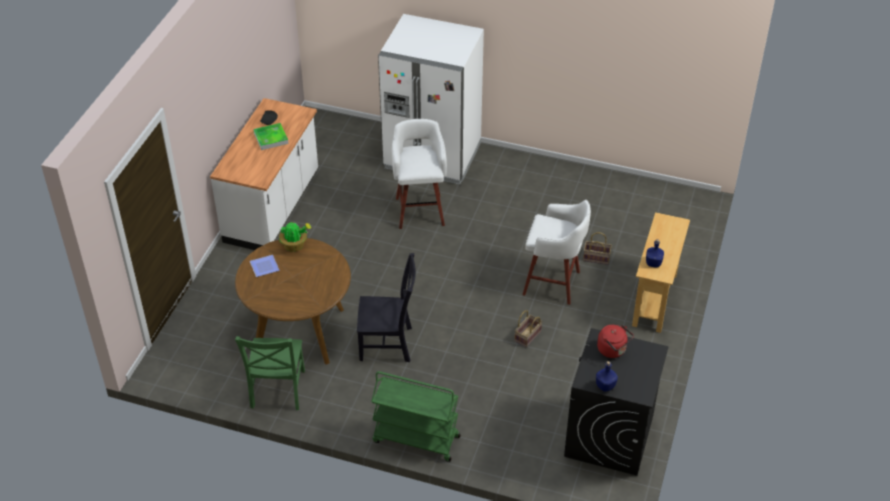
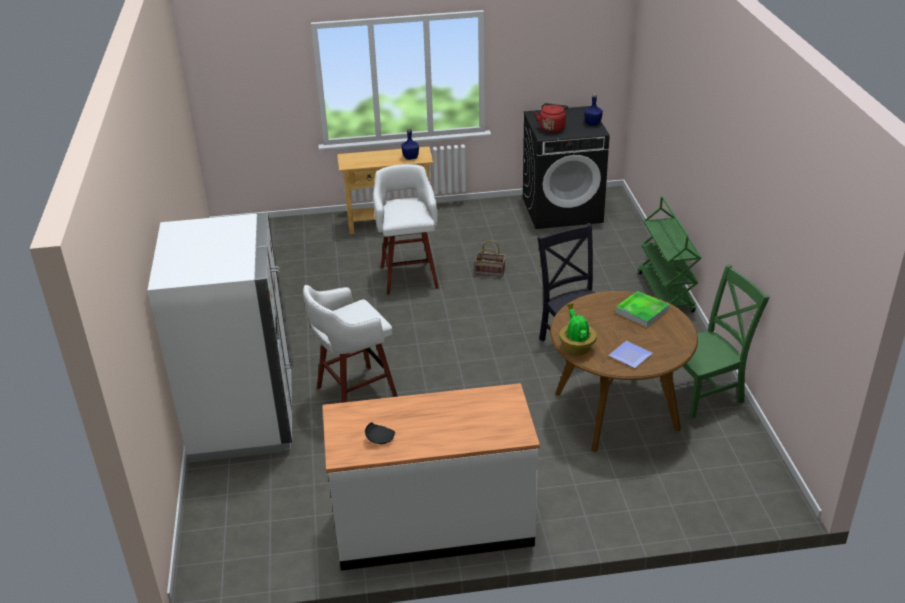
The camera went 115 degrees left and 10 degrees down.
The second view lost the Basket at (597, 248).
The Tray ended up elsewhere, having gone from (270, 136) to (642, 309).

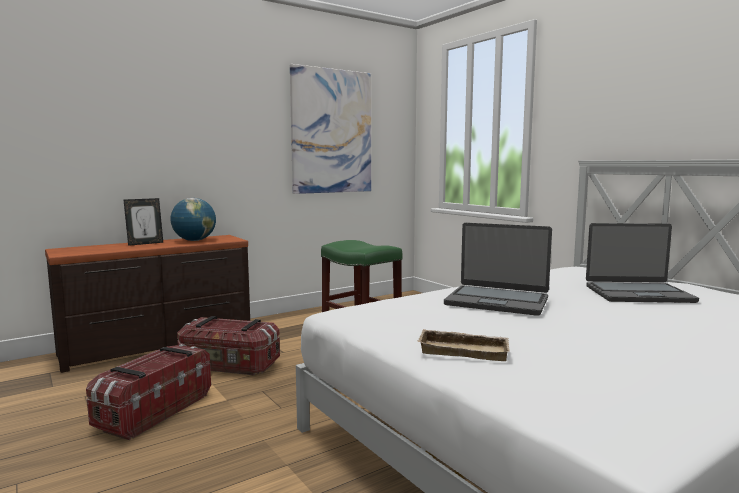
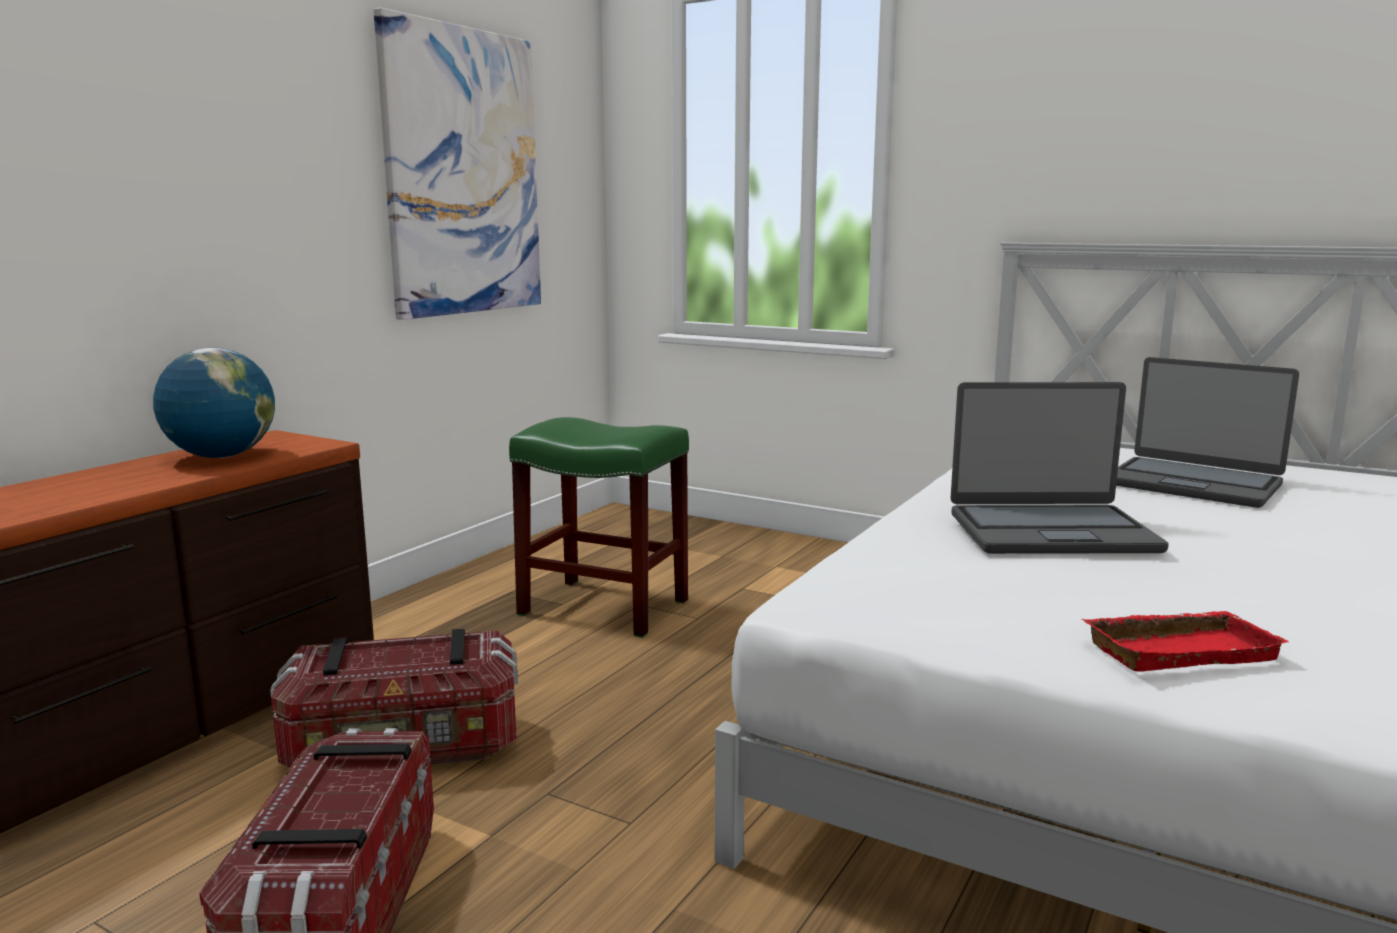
The camera went 25 degrees left and 5 degrees up.
The second view lost the PictureFrame at (143, 222).
What was the BeigeTray at (463, 345) turned into the RedTray at (1185, 641).
The Laptop at (642, 263) ended up facing another way, 60 degrees clockwise from before.

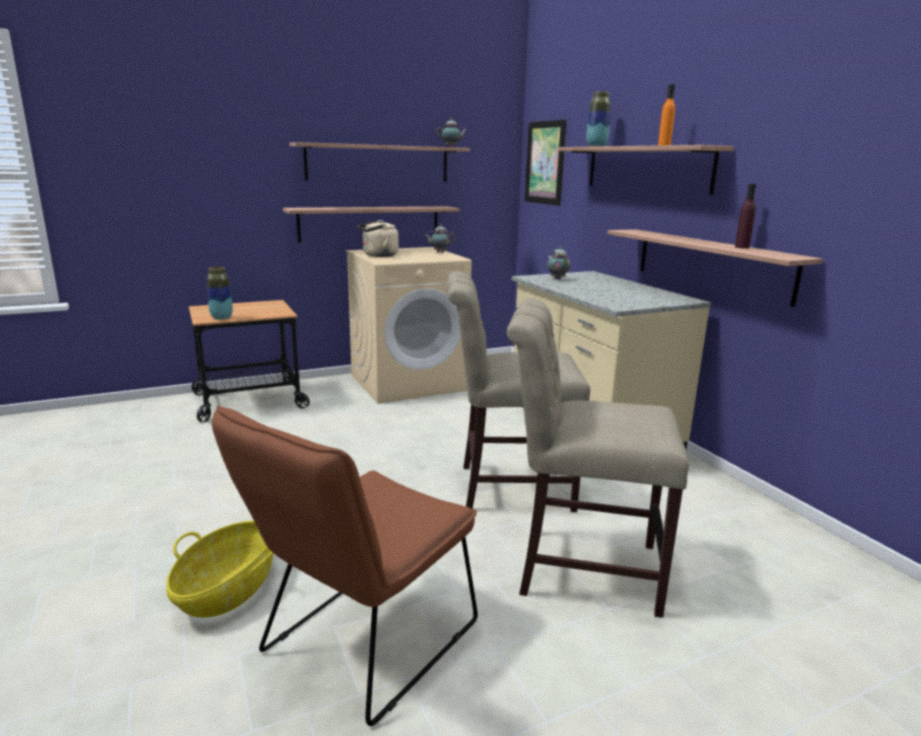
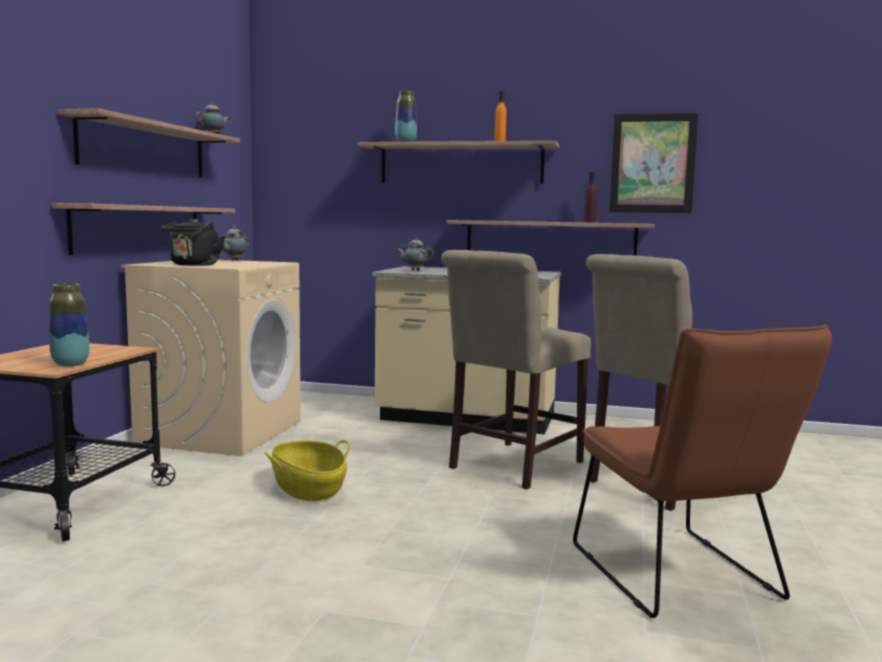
The camera went 50 degrees left and 10 degrees down.
The Basket ended up elsewhere, having gone from (220, 569) to (307, 470).
The Picture ended up elsewhere, having gone from (546, 162) to (654, 163).
What was the BeigeKettle at (378, 238) turned into the BlackKettle at (192, 242).

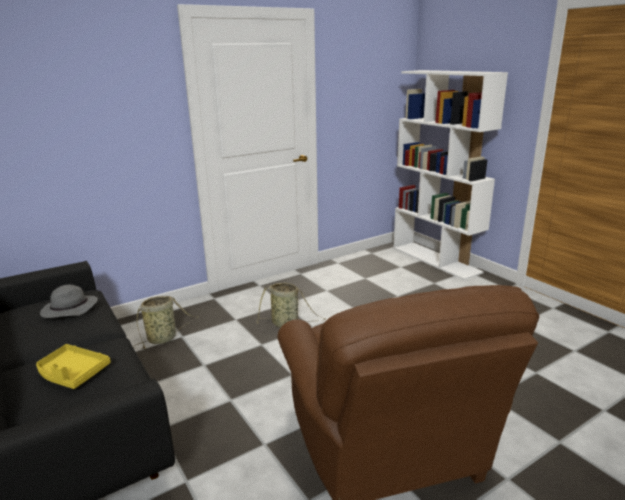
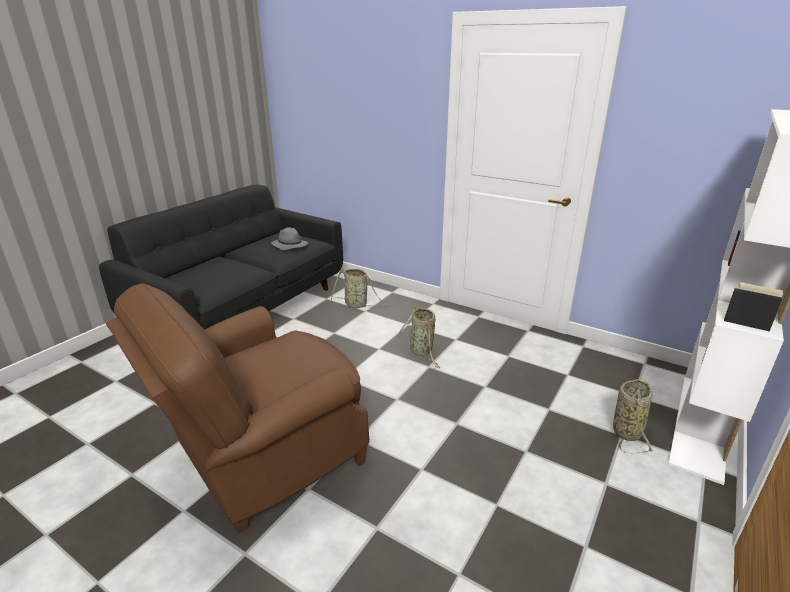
The camera went 65 degrees right and 5 degrees up.
The second view lost the YellowTray at (73, 366).
The second view gained the Basket at (633, 416).

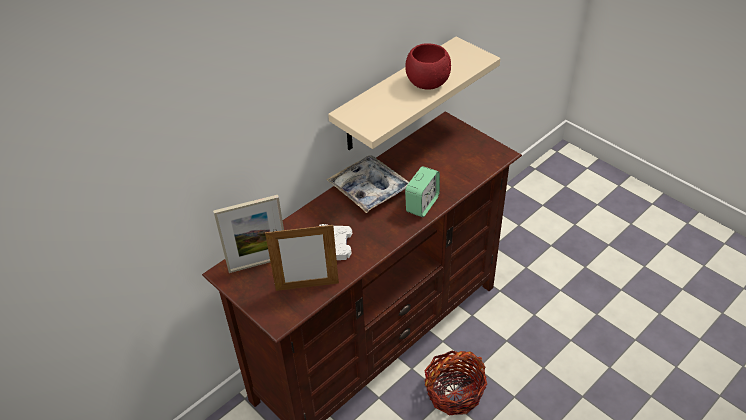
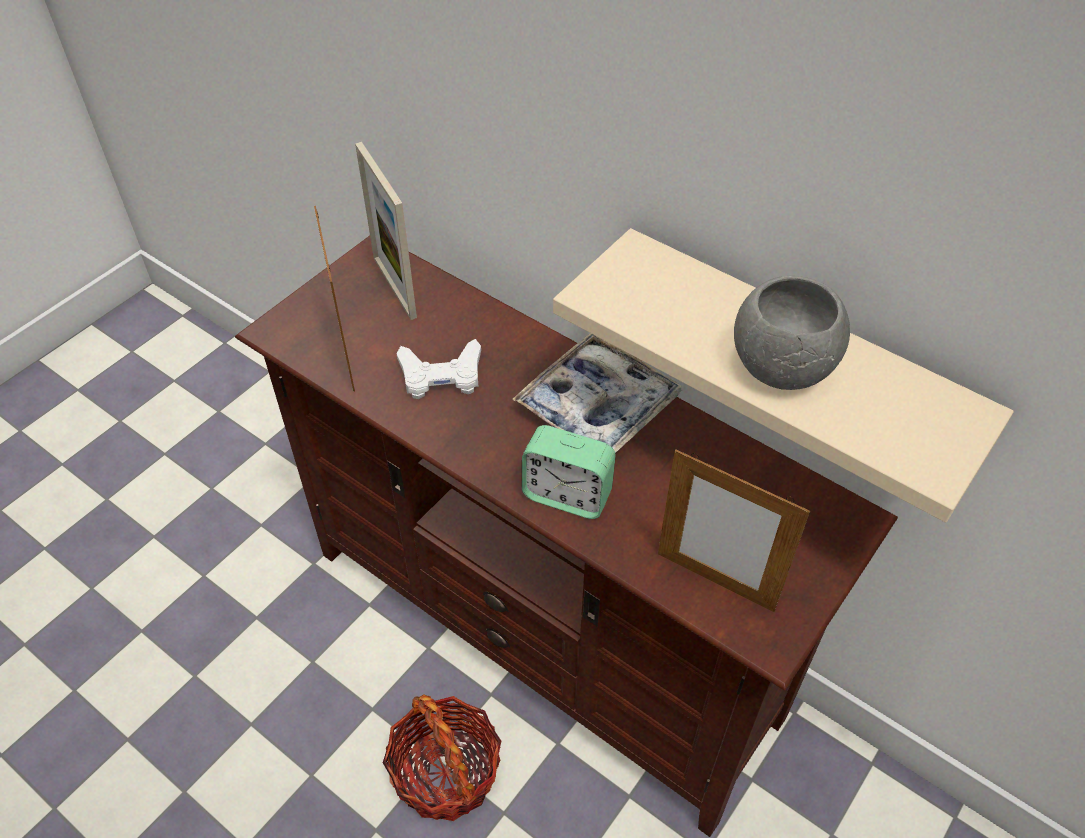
The camera went 80 degrees right and 5 degrees up.
The second view gained the PictureFrame at (734, 531).
What was the RedBowl at (428, 66) turned into the GreyBowl at (792, 333).

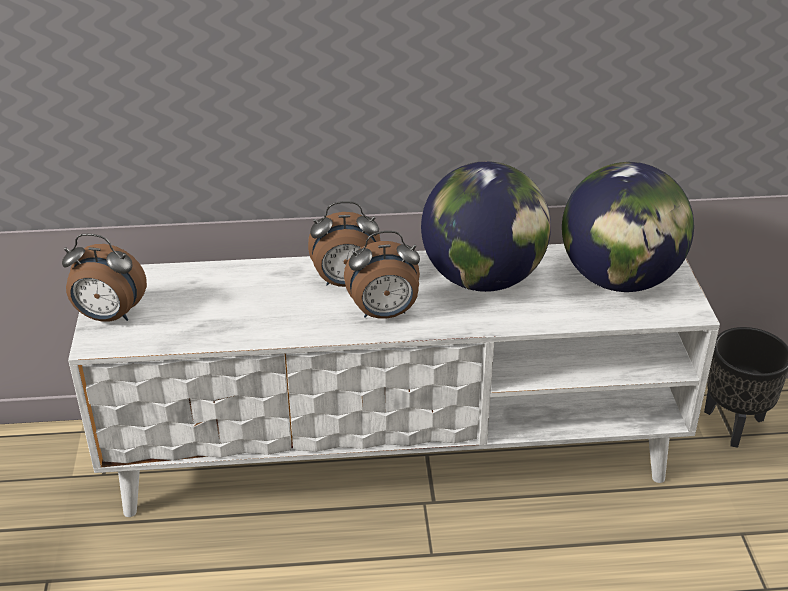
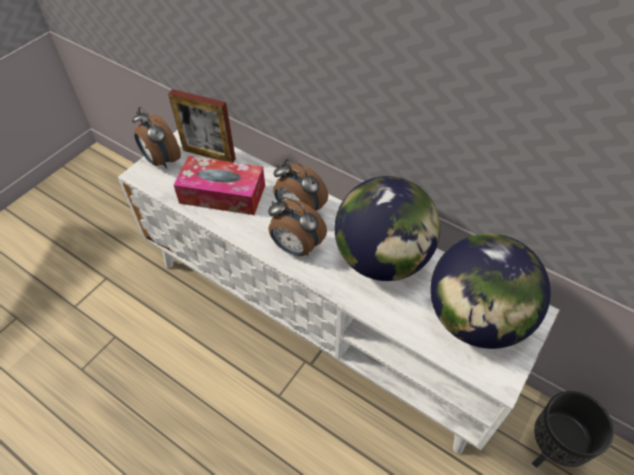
The camera went 40 degrees right and 15 degrees up.
The second view gained the PictureFrame at (202, 125).
The second view gained the TissueBox at (219, 185).

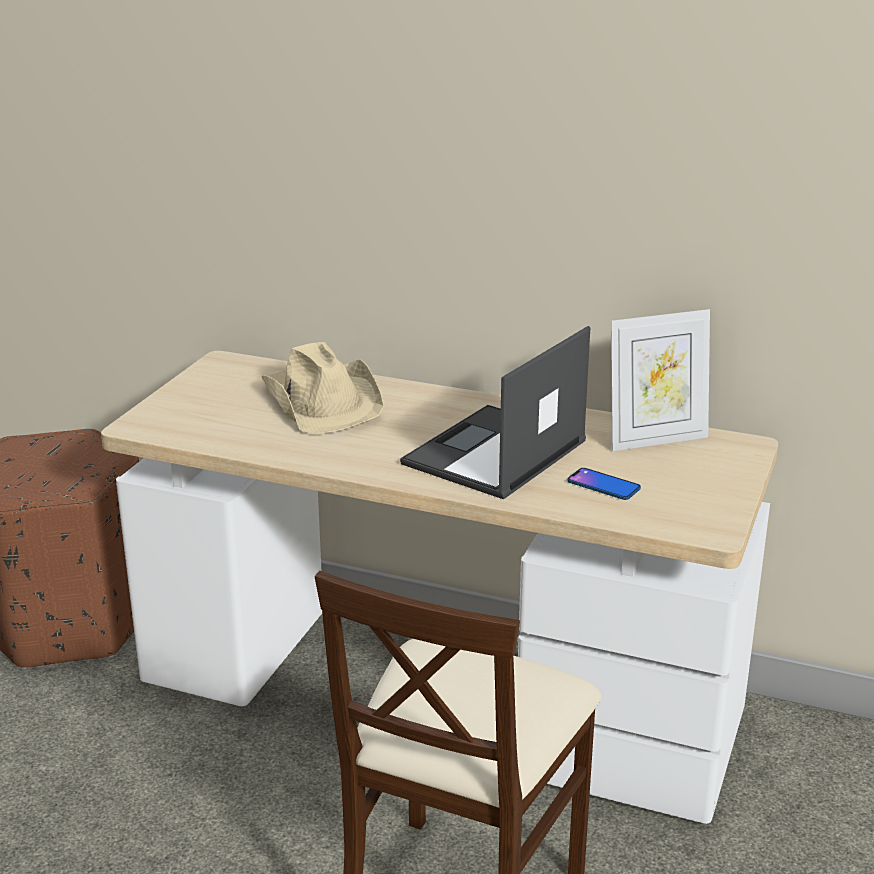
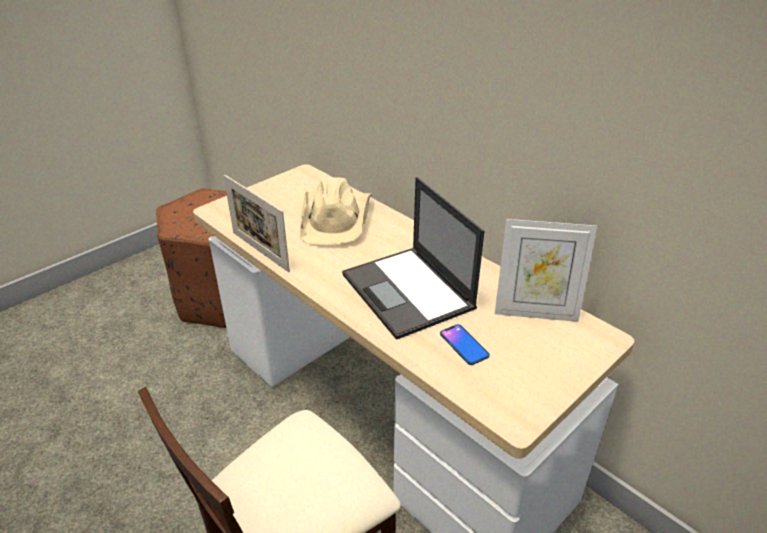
The camera went 25 degrees right and 10 degrees up.
The second view gained the PictureFrame at (257, 223).
The Laptop at (495, 412) ended up facing another way, 90 degrees counterclockwise from before.

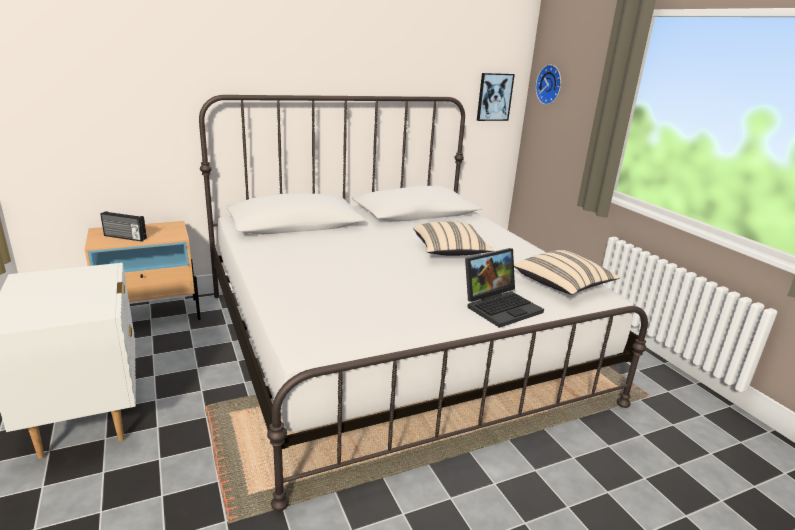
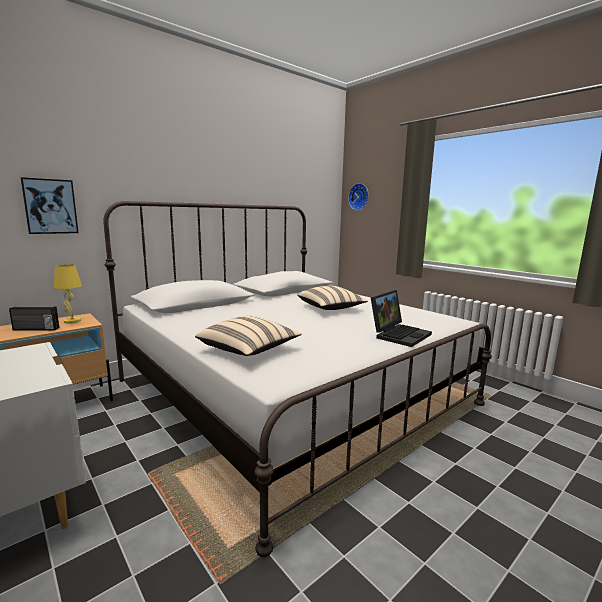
The camera went 15 degrees left and 10 degrees down.
The second view gained the YellowTableLamp at (67, 294).
The Picture ended up elsewhere, having gone from (496, 97) to (50, 205).
The BeigePillow ended up elsewhere, having gone from (567, 272) to (248, 336).

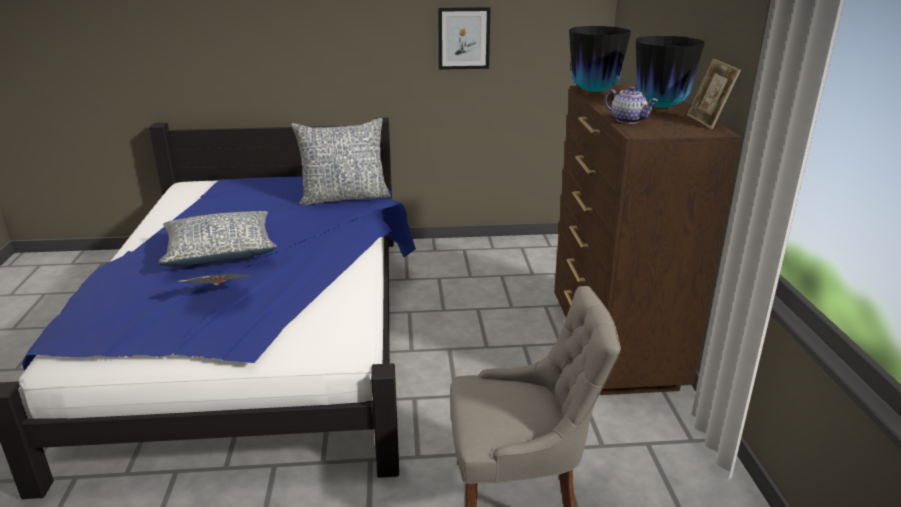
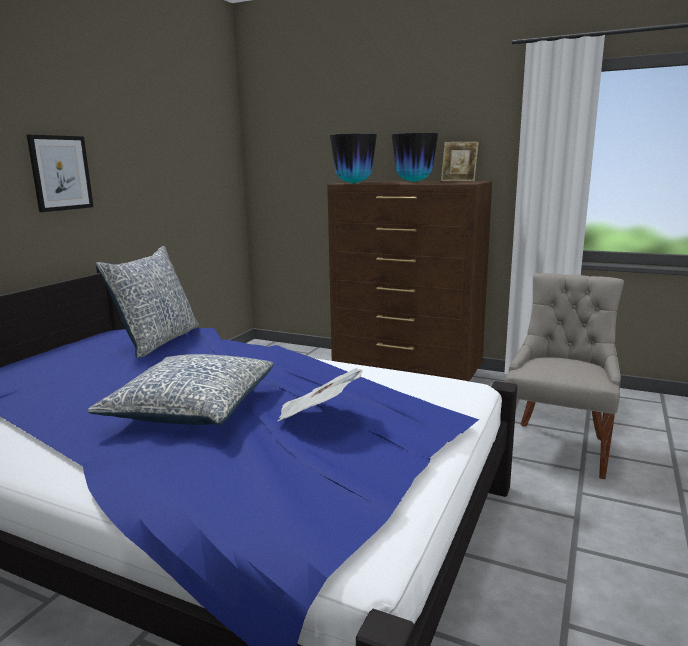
The camera went 60 degrees left and 10 degrees down.
The second view lost the Teapot at (631, 105).
The Picture ended up elsewhere, having gone from (464, 38) to (60, 173).

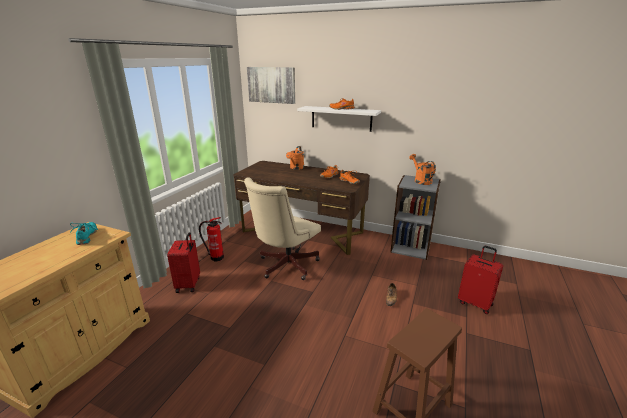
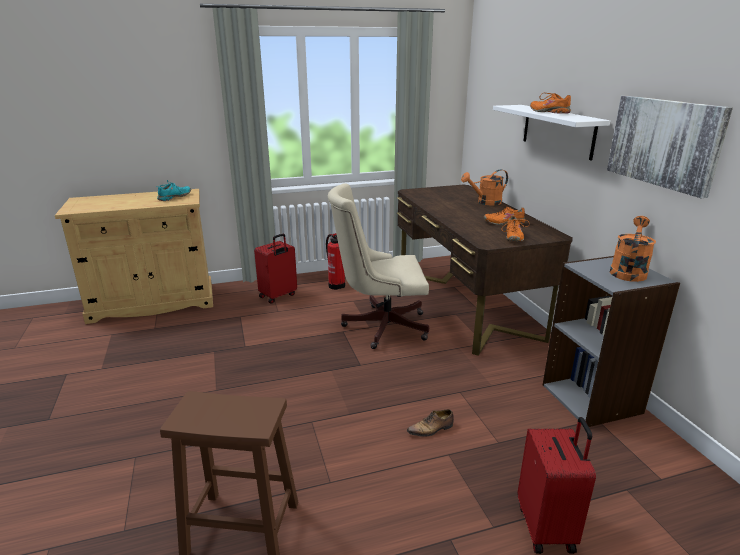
The camera went 50 degrees right and 0 degrees up.
The Picture ended up elsewhere, having gone from (271, 85) to (670, 147).

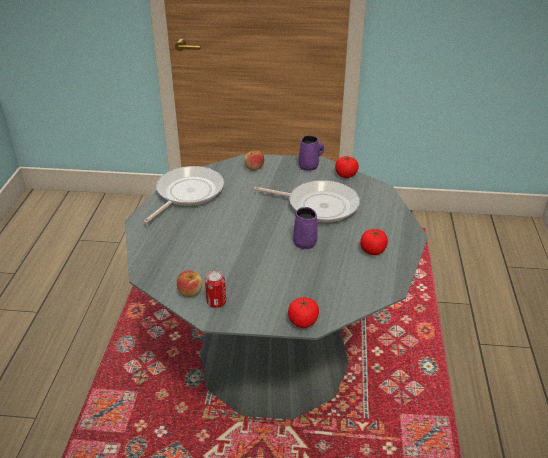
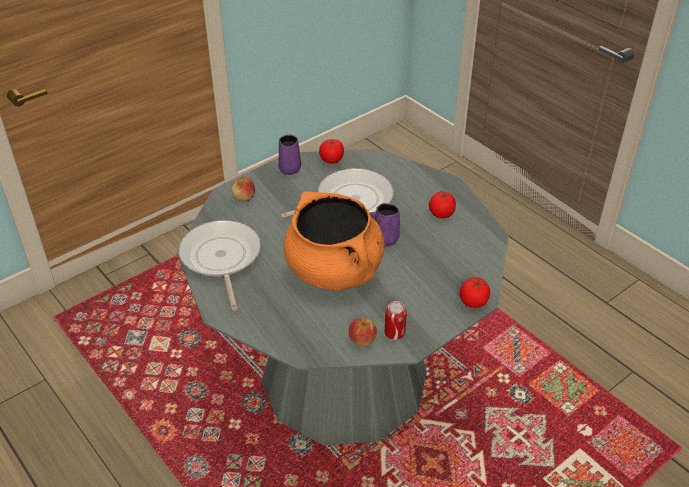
The camera went 45 degrees left and 5 degrees up.
The second view gained the OrangeCookingPot at (334, 241).

